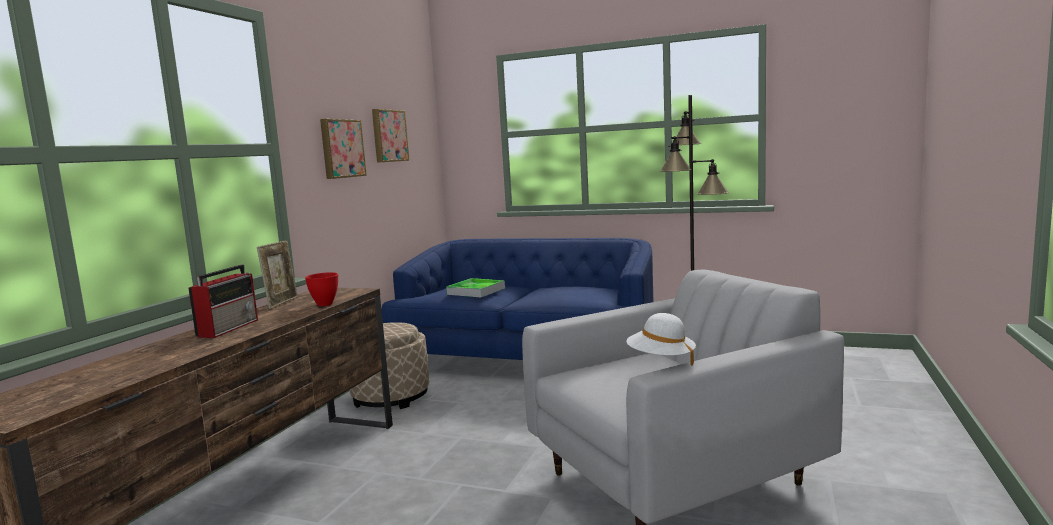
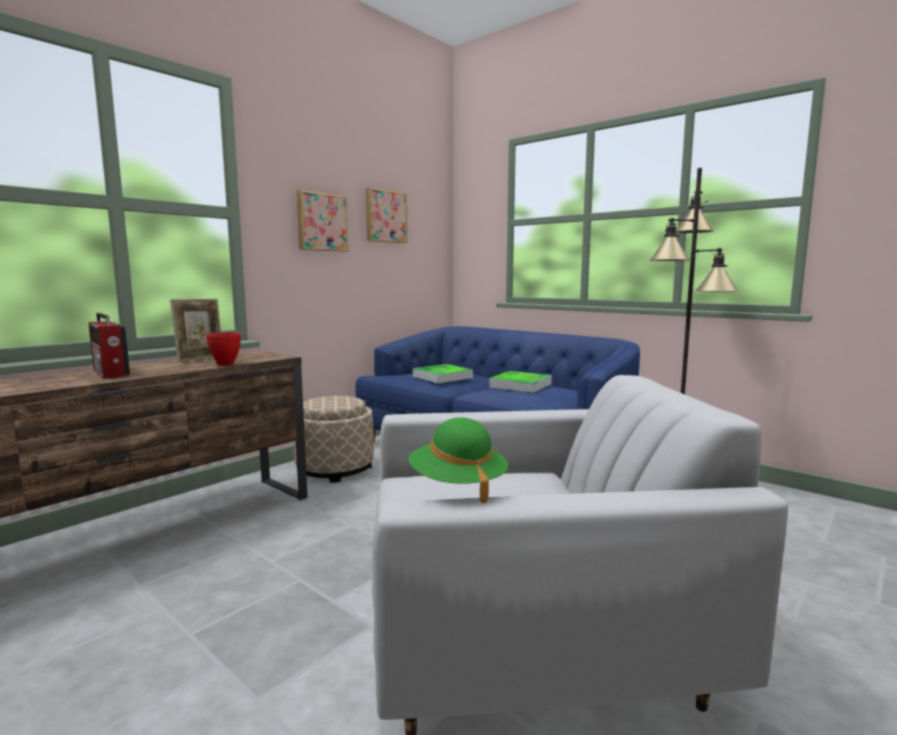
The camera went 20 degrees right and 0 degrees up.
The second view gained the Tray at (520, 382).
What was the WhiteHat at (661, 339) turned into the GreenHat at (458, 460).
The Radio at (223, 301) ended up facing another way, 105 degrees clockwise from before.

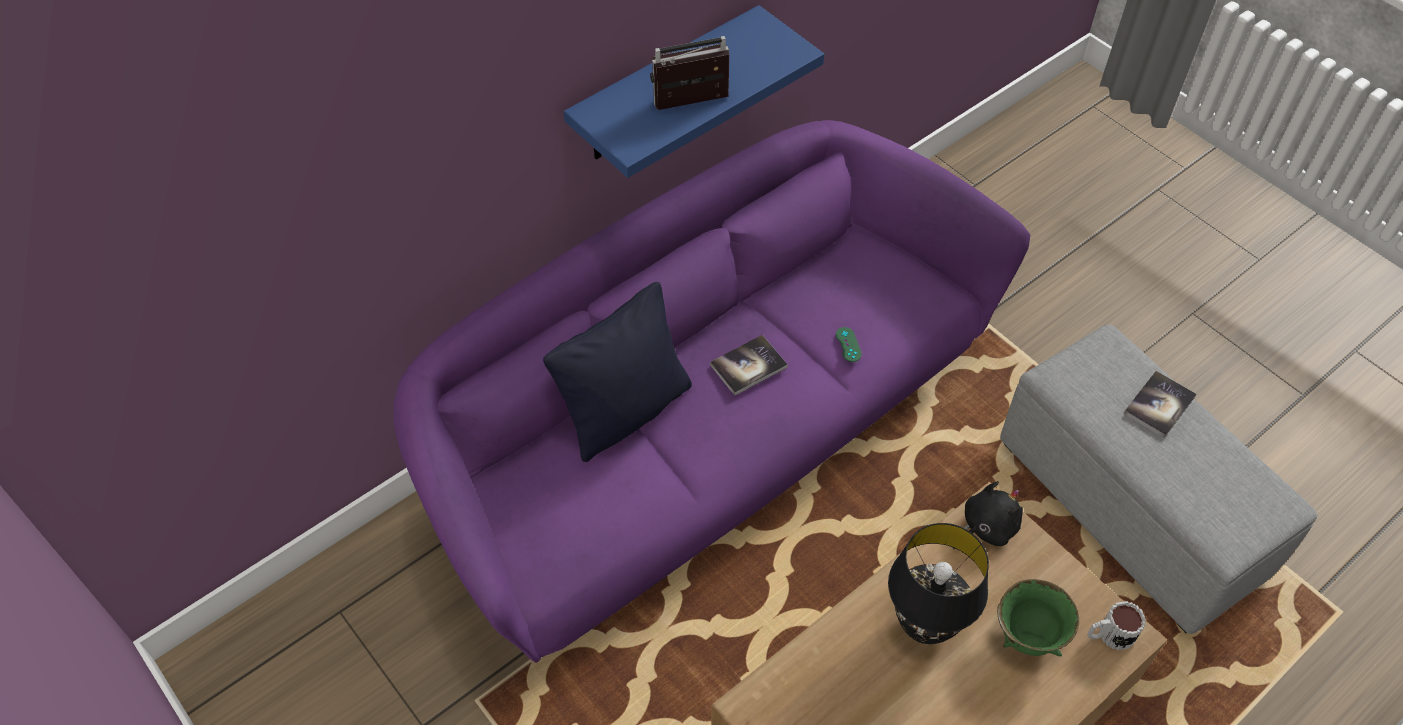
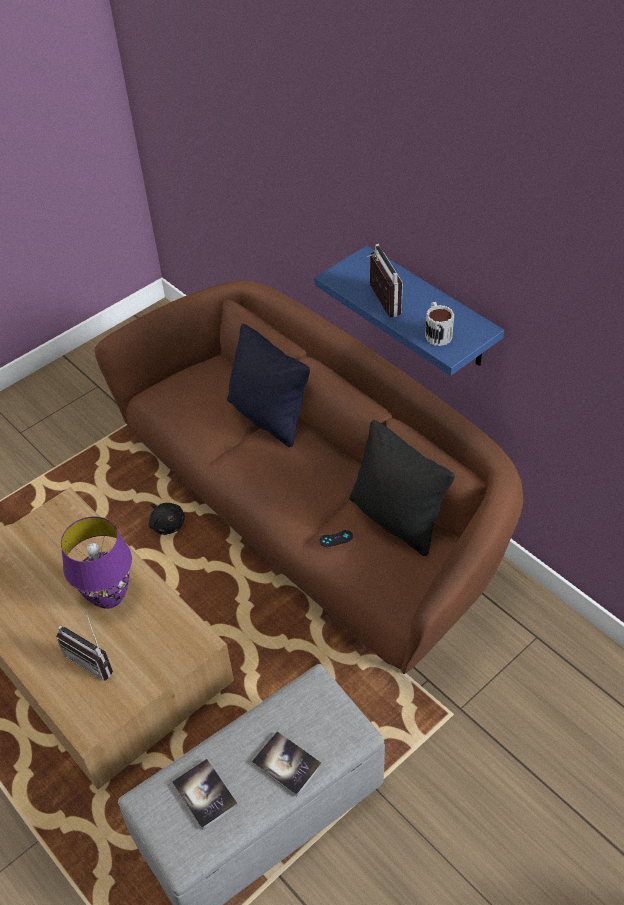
The camera went 90 degrees right and 5 degrees down.
The second view gained the BlackPillow at (402, 488).
The Book ended up elsewhere, having gone from (749, 365) to (205, 794).
The BlackPlushToy ended up elsewhere, having gone from (988, 515) to (167, 519).
The Mug ended up elsewhere, having gone from (1116, 626) to (439, 324).
Where the GreenBowl stood at (1038, 617), the Radio came to stand at (84, 646).
What was the PurpleSofa at (712, 391) turned into the BrownSofa at (309, 477).
What was the GreenGameController at (849, 344) turned into the BlackGameController at (336, 538).
What was the BlackTableLamp at (938, 583) turned into the PurpleTableLamp at (96, 562).

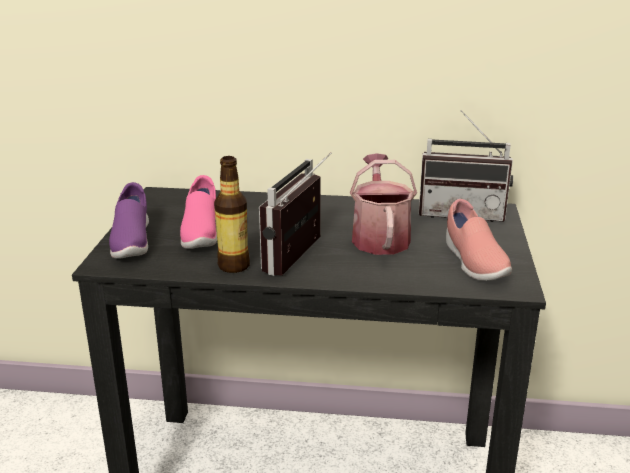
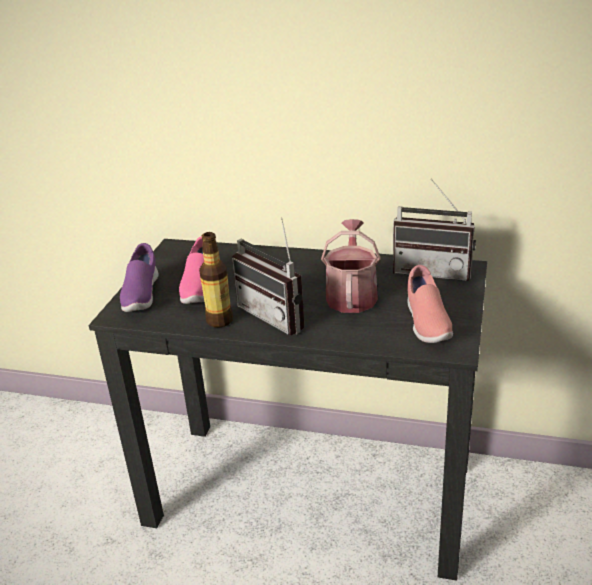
The camera went 10 degrees right and 5 degrees up.
The Radio at (295, 214) ended up facing another way, 75 degrees counterclockwise from before.

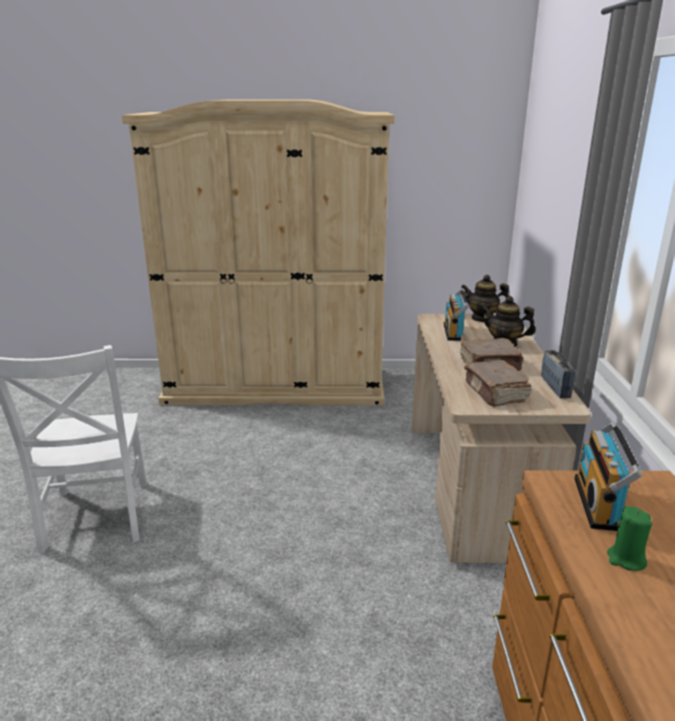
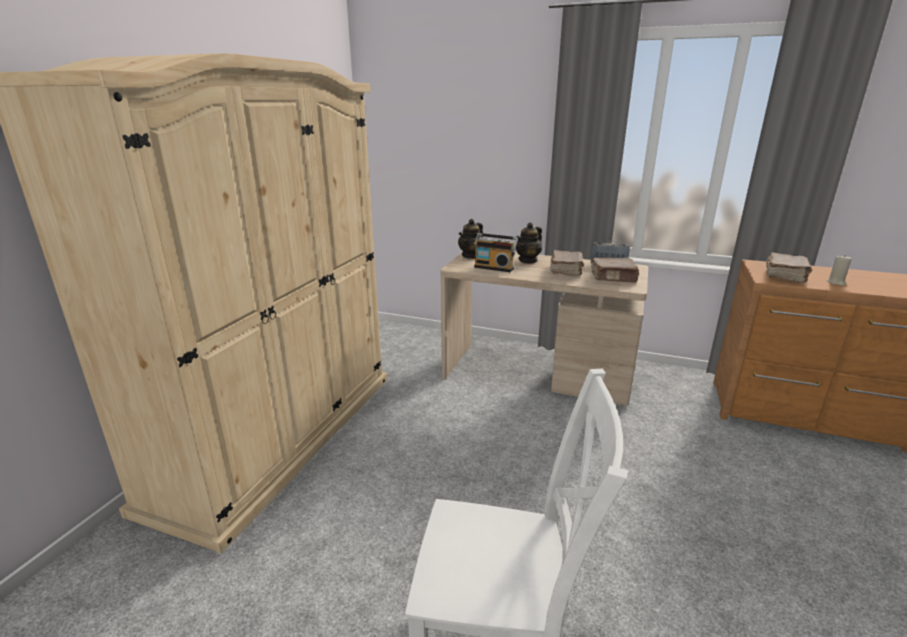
The camera went 70 degrees left and 0 degrees up.
Where the Radio stood at (608, 476), the BrownBook came to stand at (789, 267).
What was the GreenCandle at (629, 538) turned into the BeigeCandle at (839, 271).

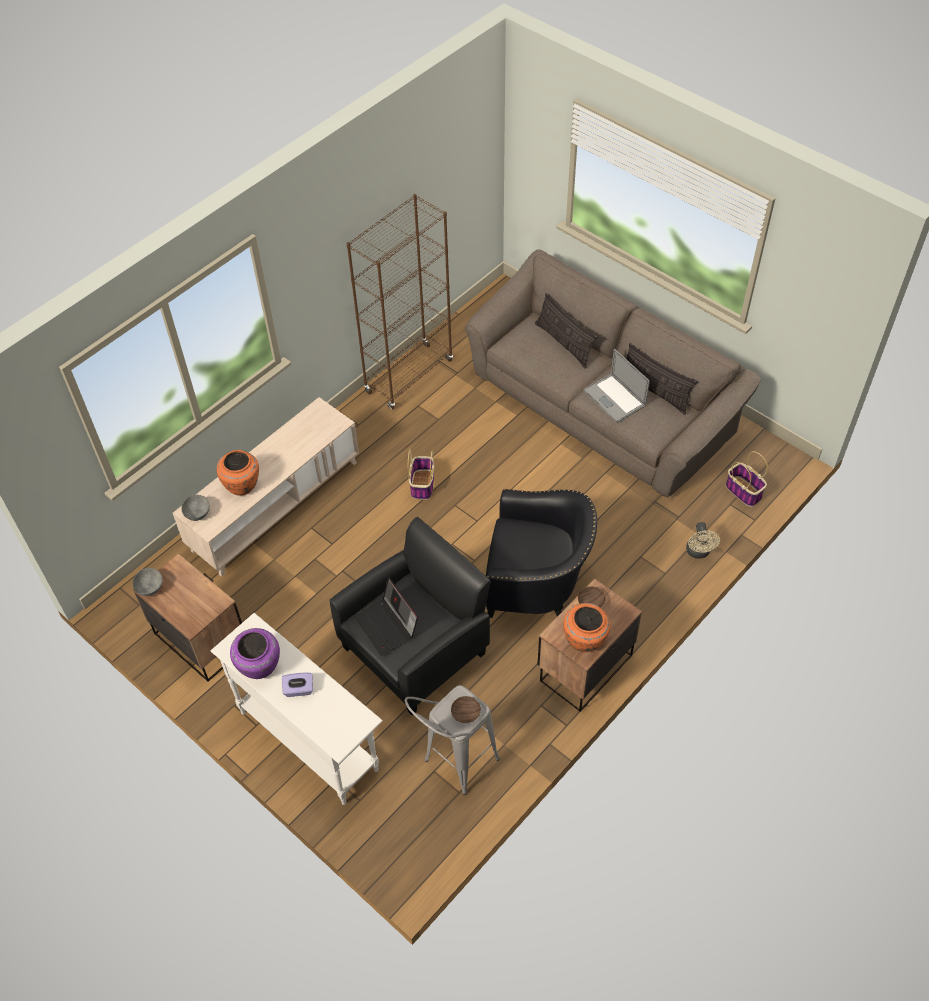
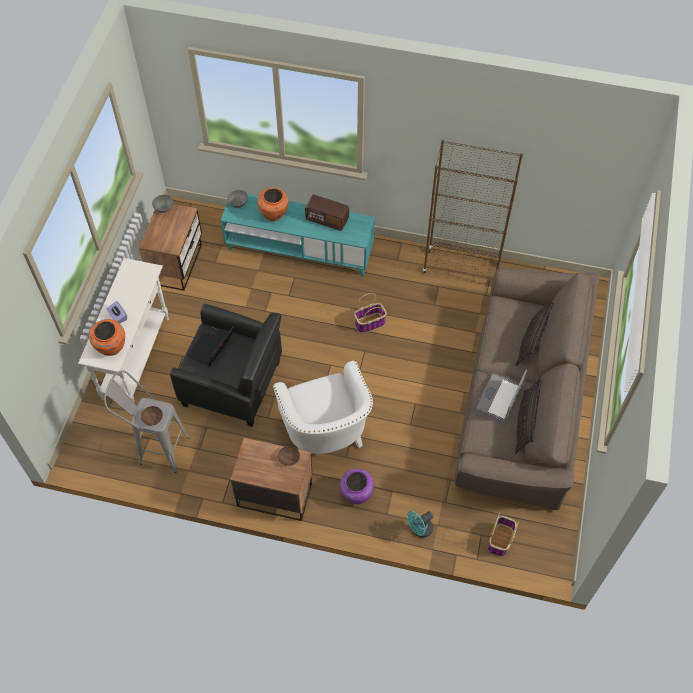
The camera went 60 degrees right and 5 degrees up.
The second view gained the Radio at (327, 213).
The PurpleVase ended up elsewhere, having gone from (255, 653) to (357, 486).
The OrangeVase ended up elsewhere, having gone from (586, 627) to (107, 337).
What was the BeigeTvStand at (266, 487) turned into the TurquoiseTvStand at (297, 233).
What was the BlackArmchair at (541, 553) turned into the WhiteArmchair at (323, 407).
What was the BeigeFan at (703, 540) turned into the TurquoiseFan at (420, 524).

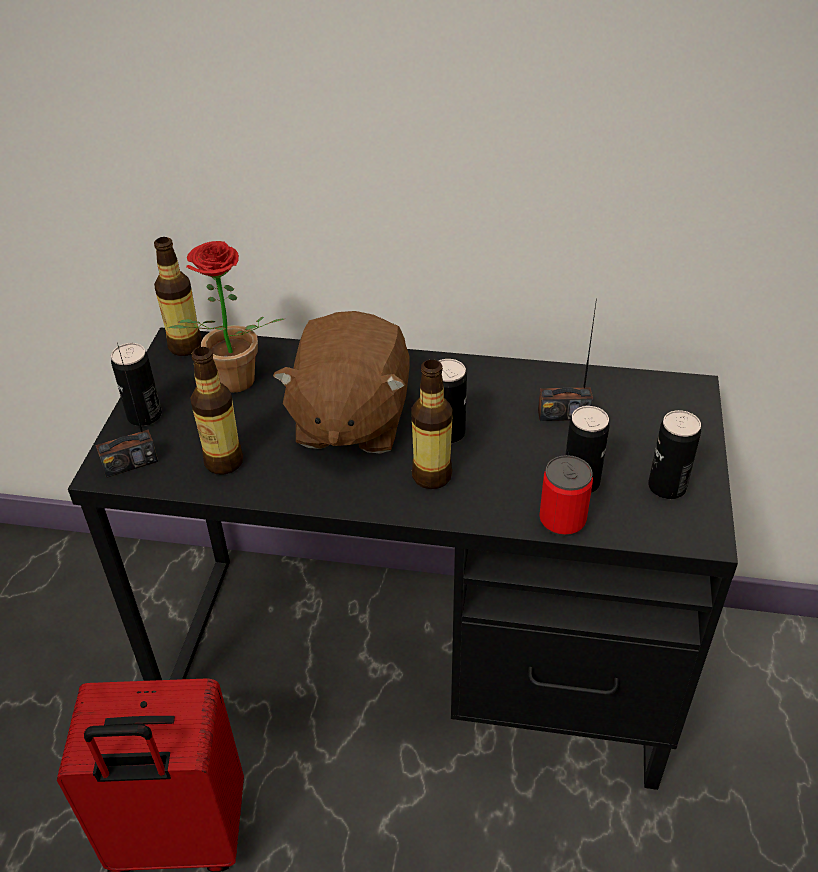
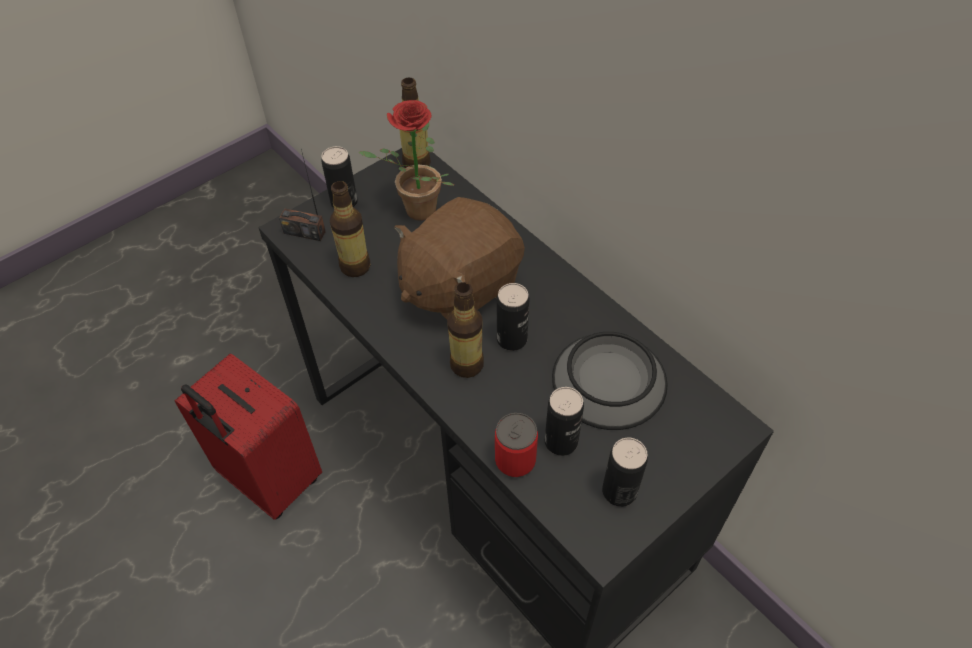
The camera went 40 degrees right and 10 degrees up.
Where the Radio stood at (567, 359), the Bowl came to stand at (610, 381).

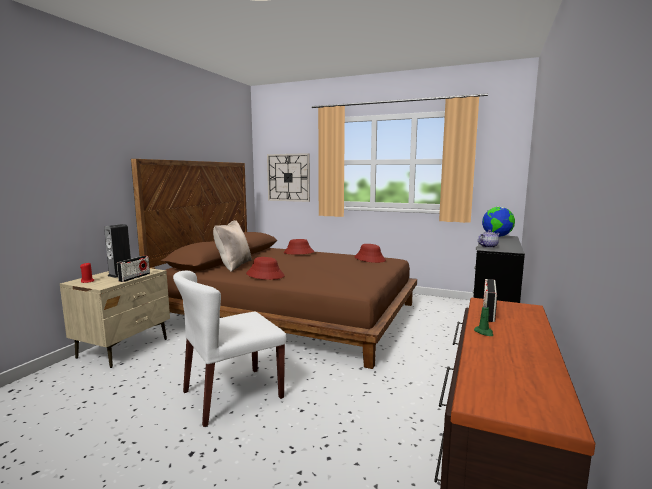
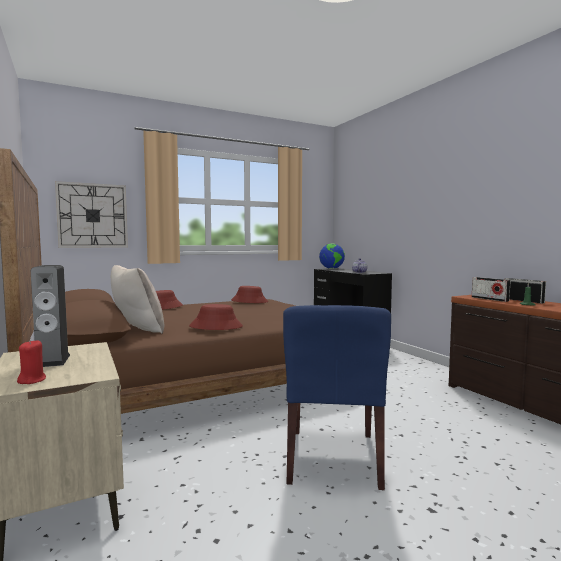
The camera went 50 degrees left and 5 degrees down.
The Radio ended up elsewhere, having gone from (133, 269) to (525, 291).
What was the WhiteChair at (230, 349) turned into the BlueChair at (337, 397).

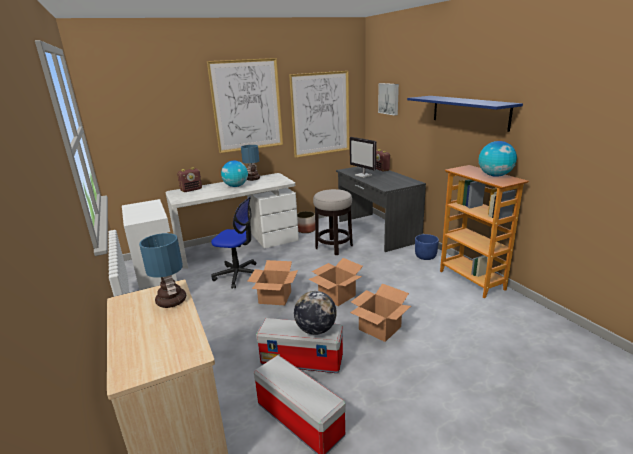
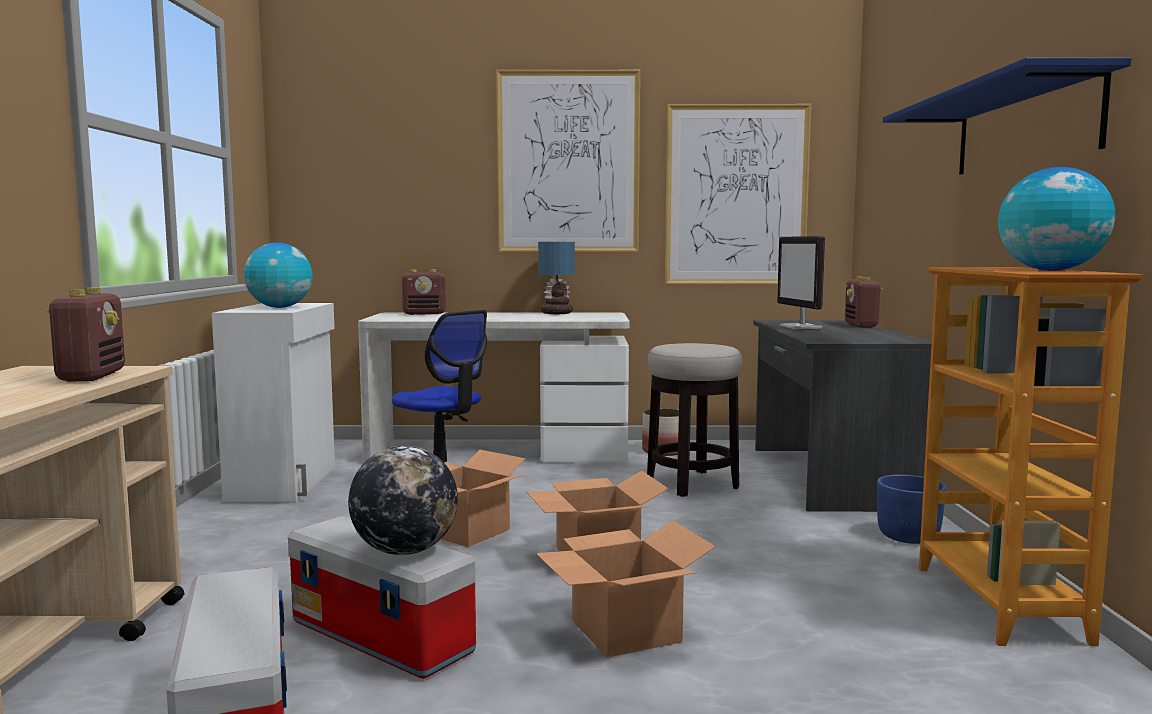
The camera went 25 degrees right and 15 degrees down.
The second view lost the Picture at (388, 99).
The Globe ended up elsewhere, having gone from (234, 174) to (278, 275).
Where the TableLamp stood at (162, 270), the Radio came to stand at (85, 334).

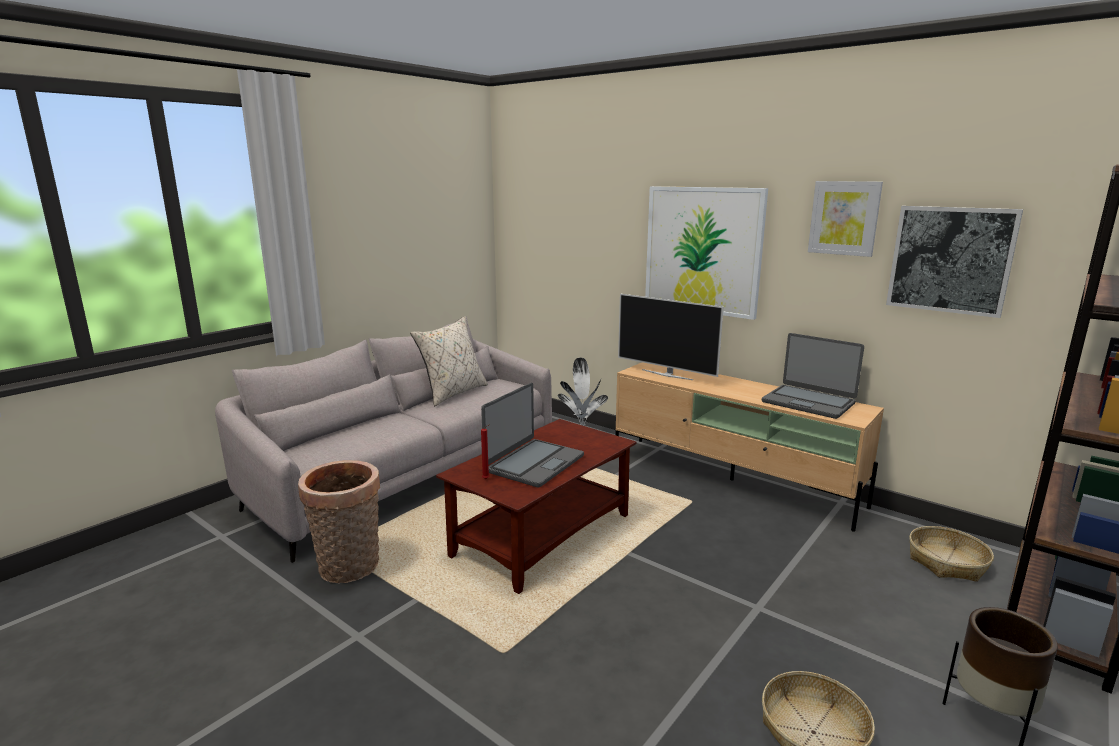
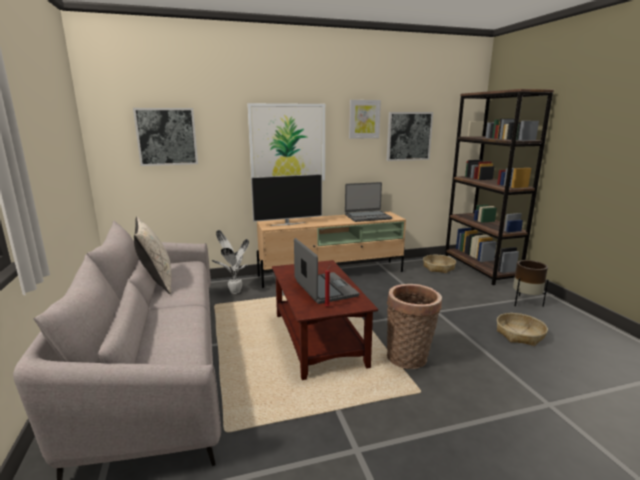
The camera went 55 degrees left and 0 degrees up.
The second view gained the Picture at (165, 137).
The Basket ended up elsewhere, having gone from (339, 521) to (414, 326).

